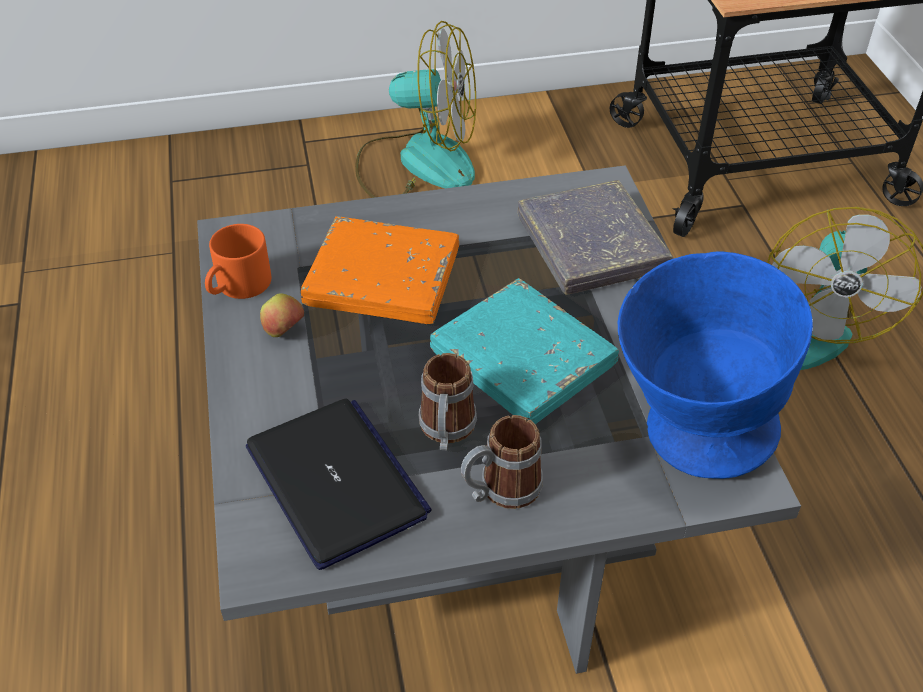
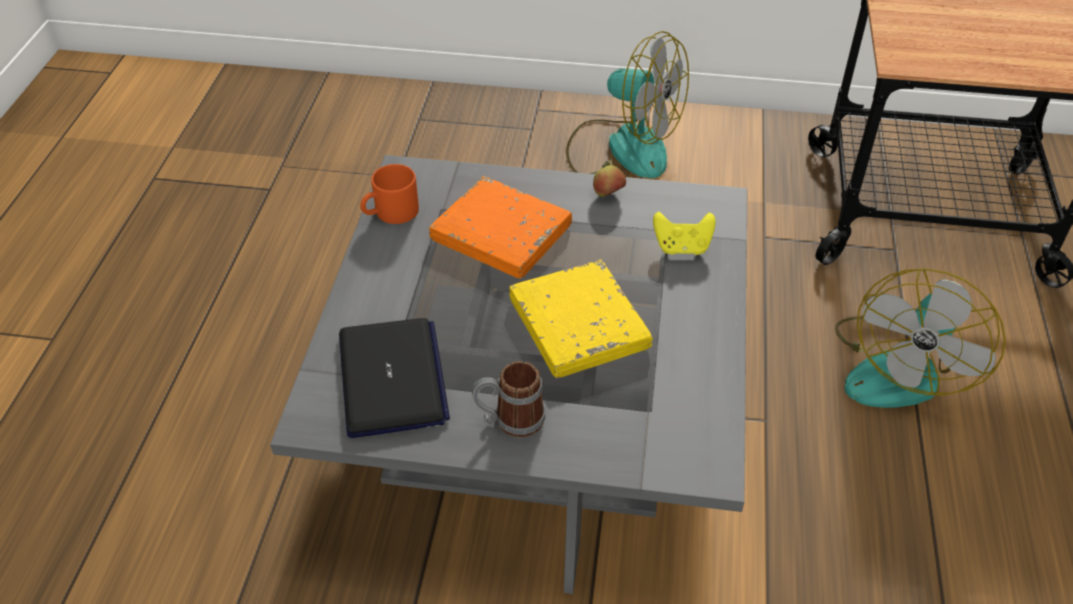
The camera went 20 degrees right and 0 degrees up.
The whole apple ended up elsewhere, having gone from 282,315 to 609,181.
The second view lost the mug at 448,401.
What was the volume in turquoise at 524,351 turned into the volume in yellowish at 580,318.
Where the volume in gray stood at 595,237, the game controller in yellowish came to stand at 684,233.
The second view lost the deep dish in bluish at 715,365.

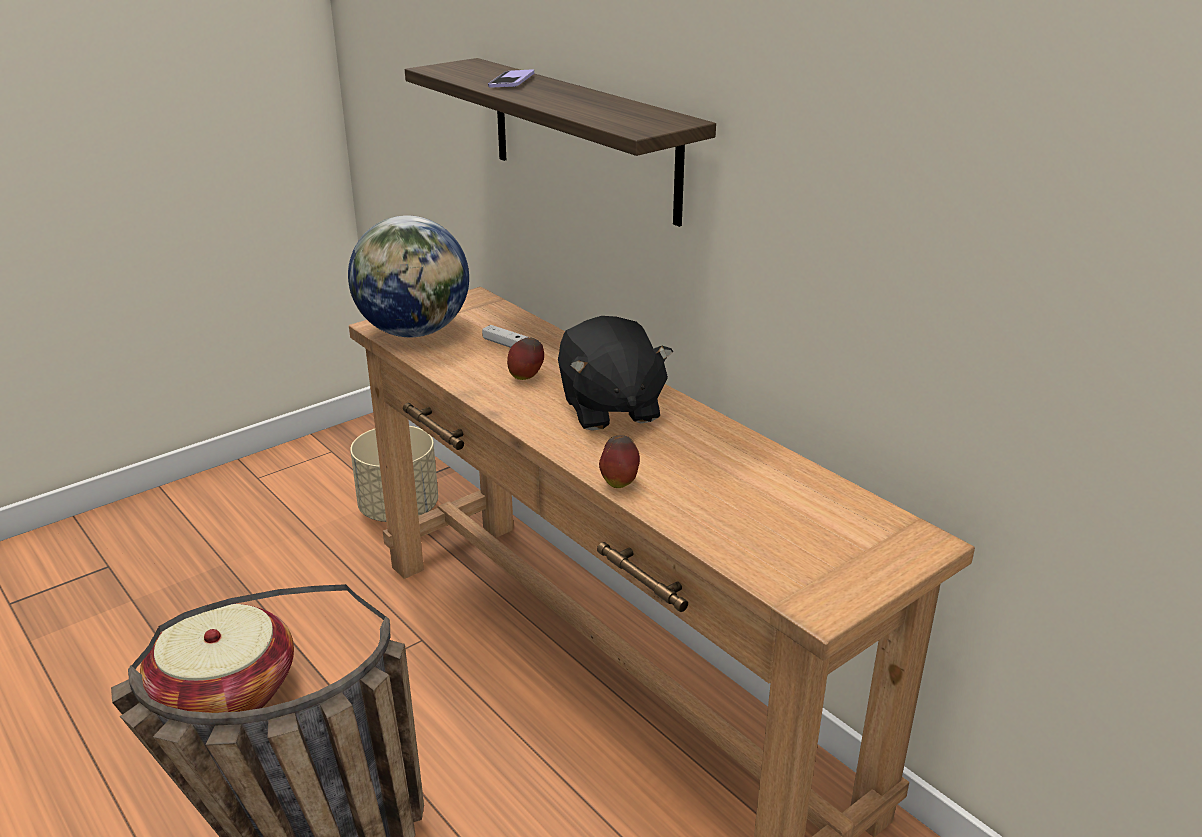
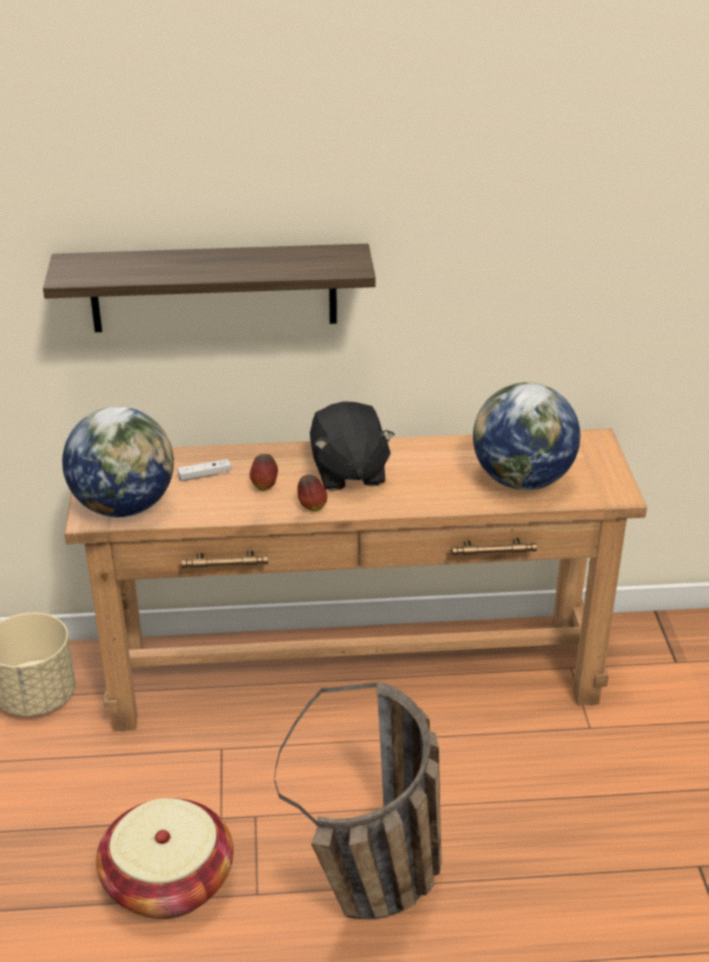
The camera went 55 degrees left and 5 degrees up.
The second view lost the handset at 511,79.
The plush toy in black at 615,373 ended up facing another way, 60 degrees clockwise from before.
The whole apple ended up elsewhere, having gone from 619,461 to 312,493.
The second view gained the desk globe at 526,436.

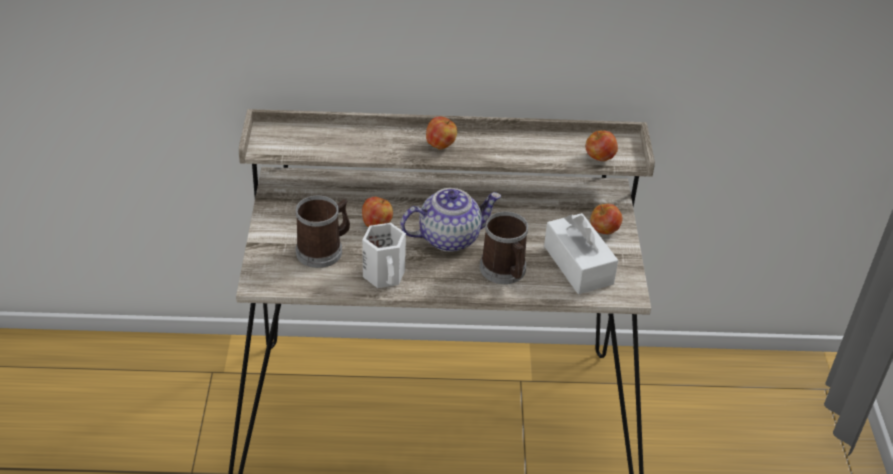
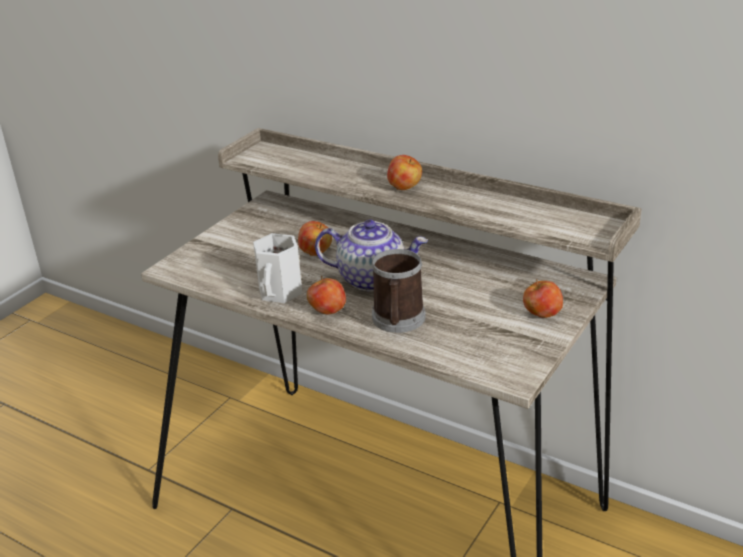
The camera went 35 degrees right and 10 degrees down.
The second view lost the mug at 323,232.
The second view lost the tissue box in white-coloured at 581,253.
The whole apple ended up elsewhere, having gone from 601,145 to 326,295.

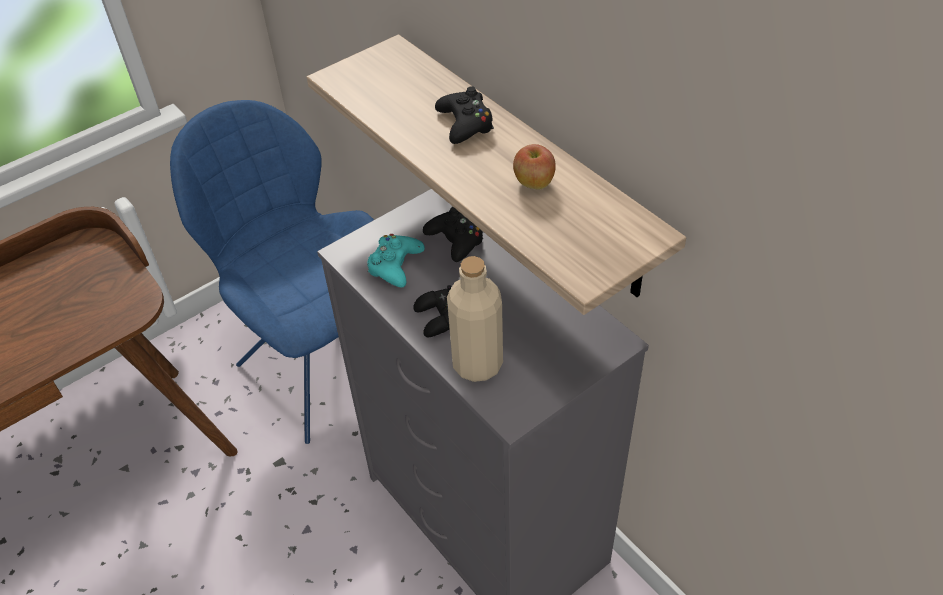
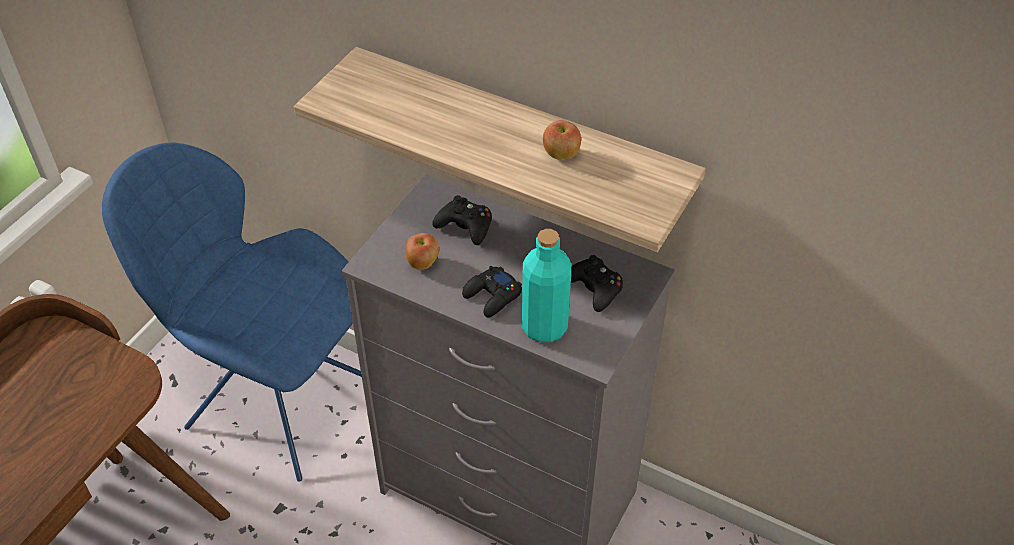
The camera went 25 degrees left and 0 degrees up.
Where the game controller in turquoise stood at 396,260, the whole apple came to stand at 422,251.
The game controller in black ended up elsewhere, having gone from 464,115 to 597,283.
What was the bottle in sand-coloured at 475,319 turned into the bottle in turquoise at 546,285.

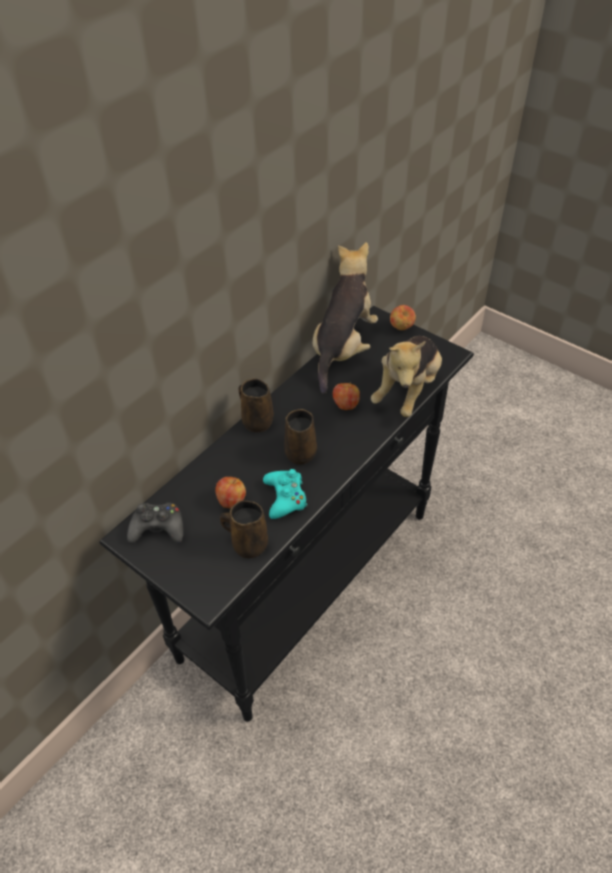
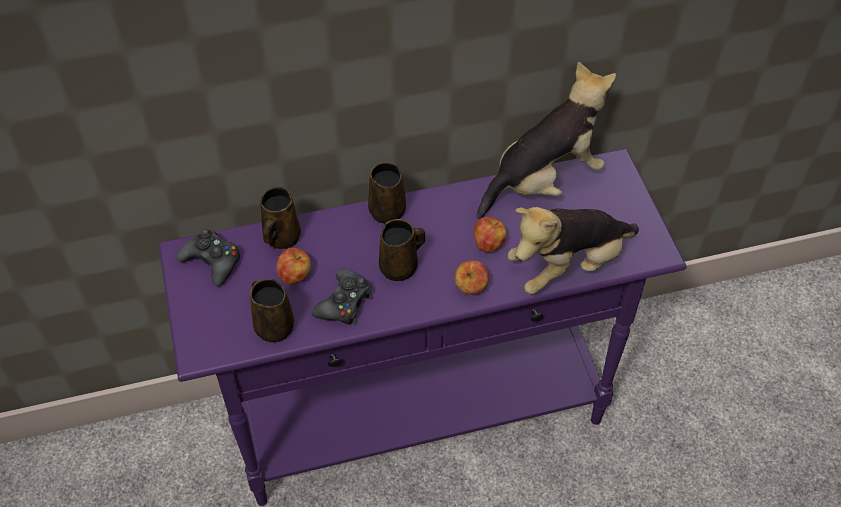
The camera went 35 degrees right and 5 degrees up.
What was the narrow table in black at 286,514 turned into the narrow table in purple-coloured at 423,327.
What was the game controller in turquoise at 285,494 turned into the game controller in black at 342,296.
The whole apple ended up elsewhere, having gone from 403,317 to 471,277.
The second view gained the mug in brown-coloured at 280,218.

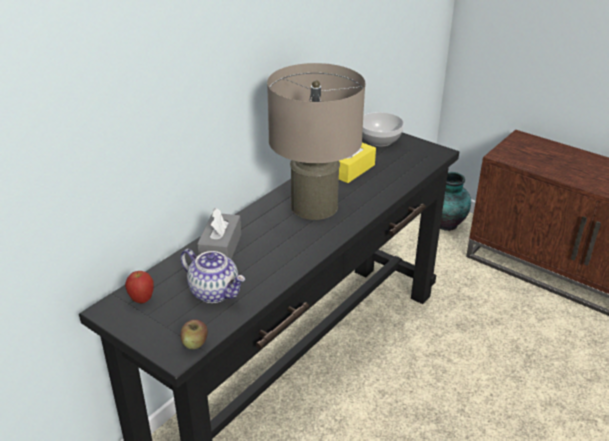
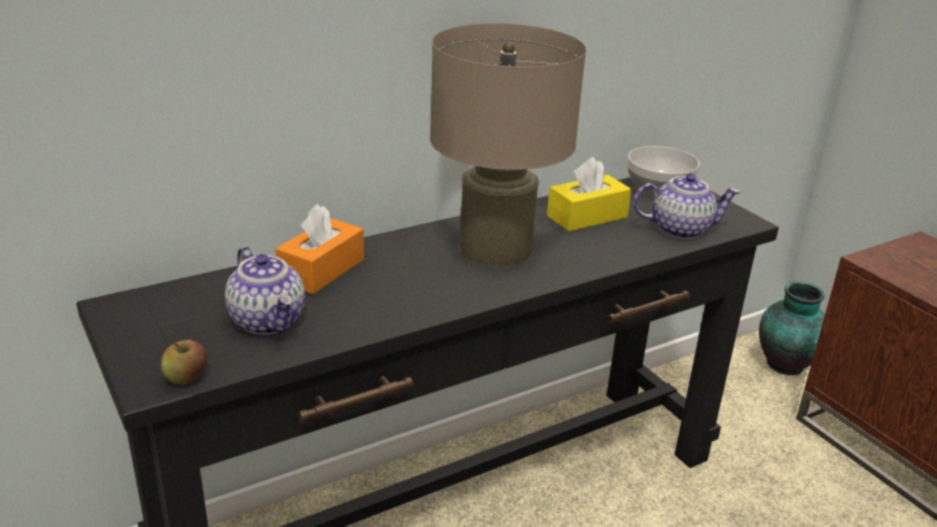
The camera went 20 degrees right and 5 degrees down.
The second view lost the whole apple at 139,287.
What was the tissue box in gray at 219,233 turned into the tissue box in orangey at 319,249.
The second view gained the teapot at 686,206.

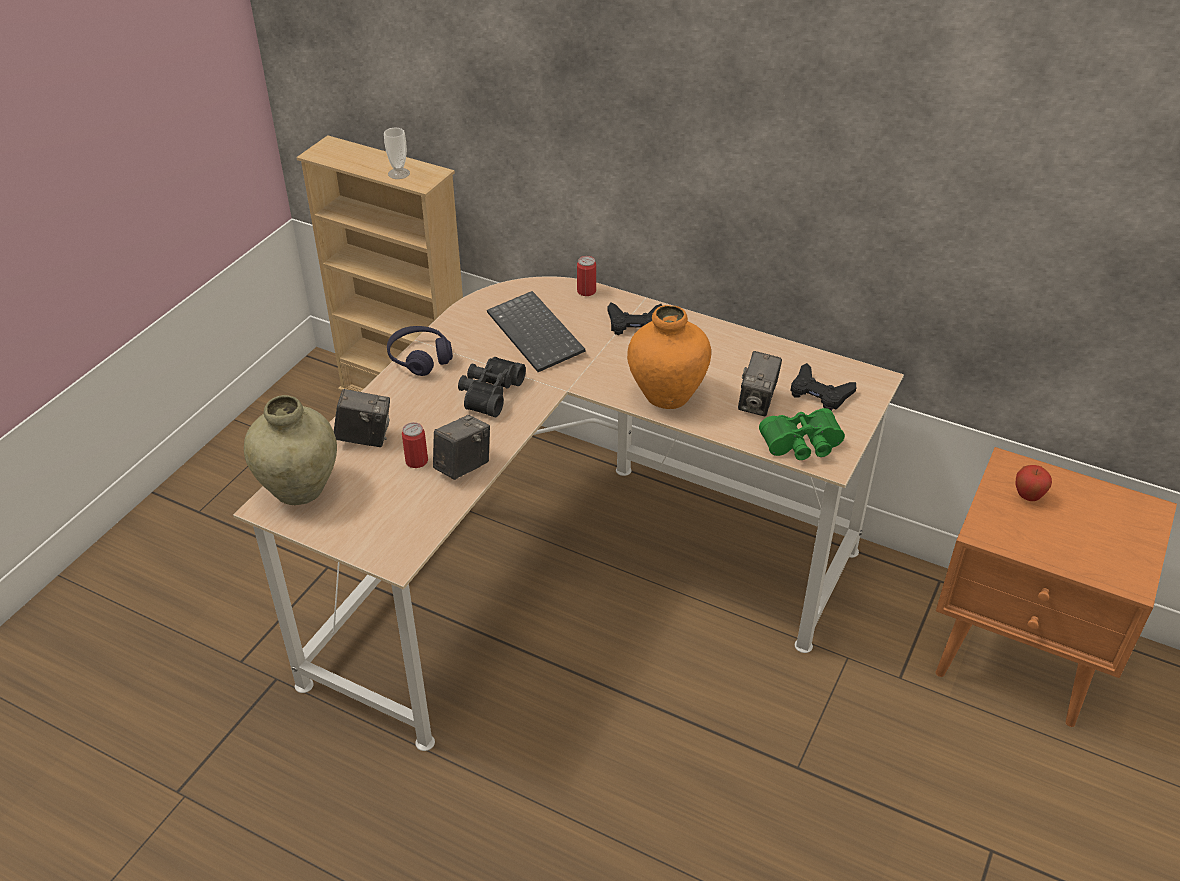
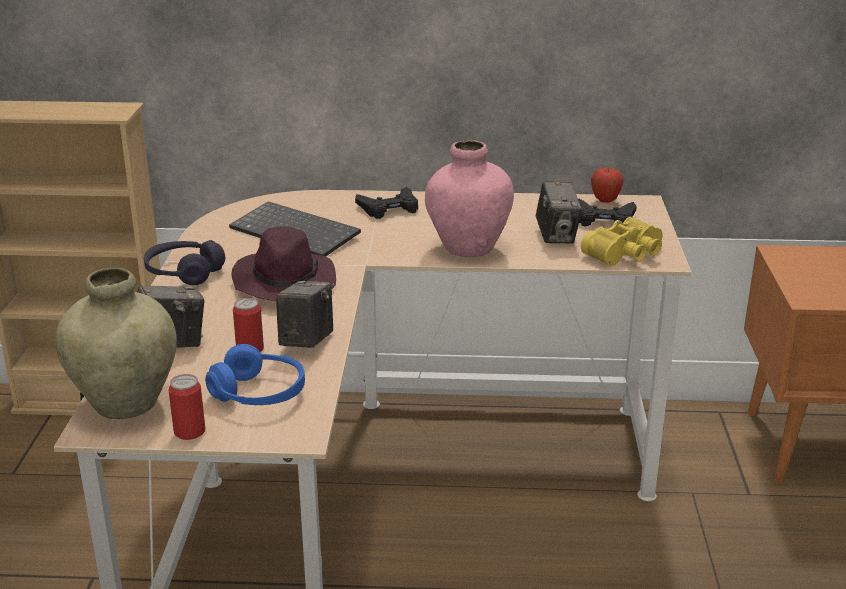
The camera went 25 degrees left and 15 degrees down.
The second view lost the cup at 397,153.
Where the field glasses in black stood at 492,387, the clothing hat in purple-coloured came to stand at 284,263.
The metal can ended up elsewhere, having gone from 586,276 to 187,407.
What was the flower vase in orangey at 669,357 turned into the flower vase in pinkish at 469,198.
What was the field glasses in greenish at 802,434 turned into the field glasses in yellowish at 622,241.
The whole apple ended up elsewhere, having gone from 1033,483 to 607,185.
The second view gained the pair of headphones in bluish at 255,374.

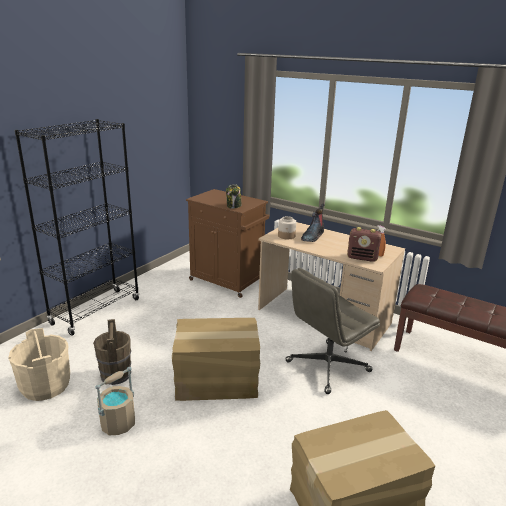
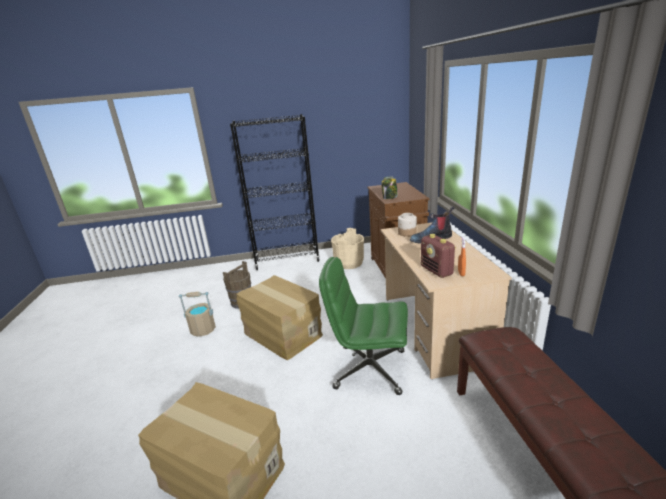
The camera went 50 degrees right and 0 degrees up.
The bucket in sand-coloured ended up elsewhere, having gone from 39,364 to 347,248.
What was the computer chair in gray at 332,331 turned into the computer chair in greenish at 363,326.

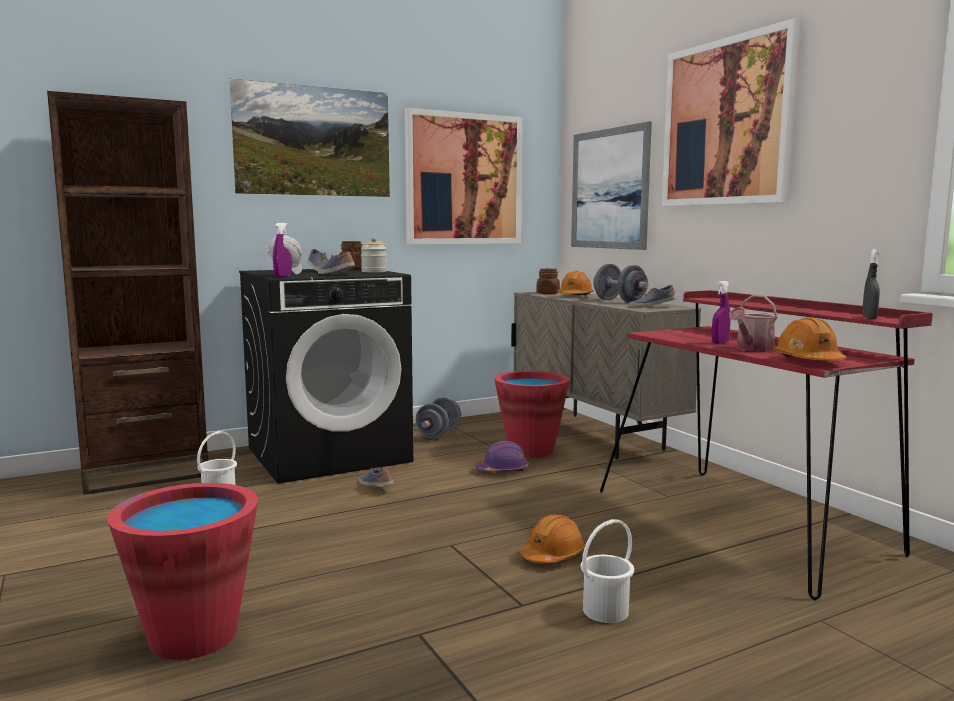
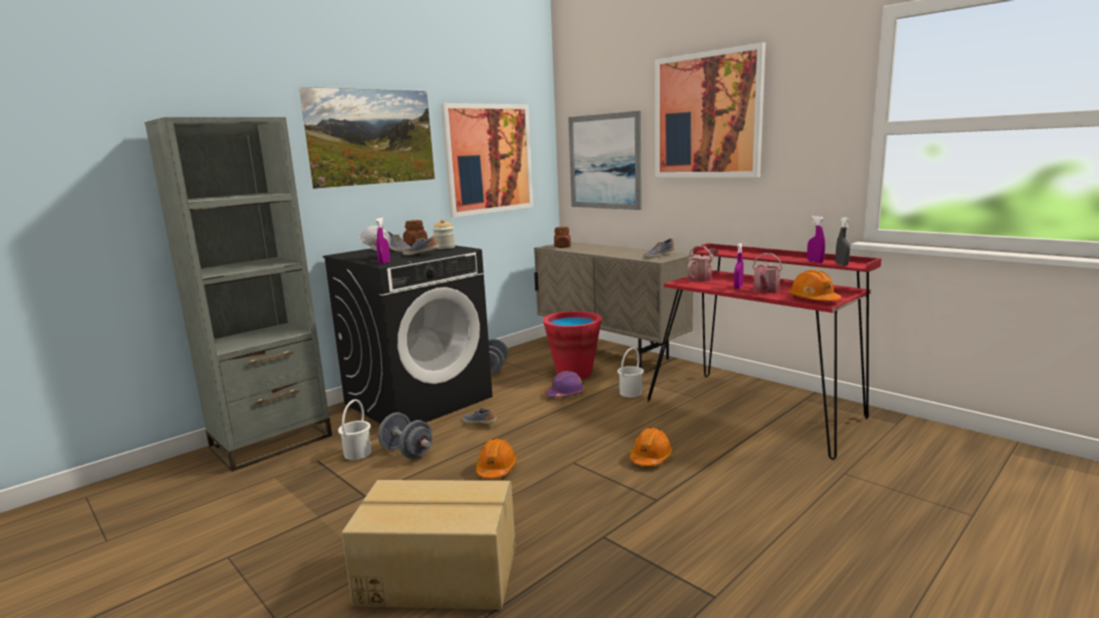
The camera went 15 degrees left and 5 degrees up.
What was the shelving unit in brown-coloured at 127,293 turned into the shelving unit in gray at 238,294.
Where the bucket in reddish stood at 182,571, the packing box came to stand at 429,545.
The safety helmet in orangey ended up elsewhere, having gone from 576,283 to 496,458.
The bucket in white-coloured ended up elsewhere, having gone from 607,571 to 630,372.
The dumbbell in gray ended up elsewhere, having gone from 620,283 to 405,435.
The second view gained the watering pot at 703,263.
The second view gained the sprayer in purple-coloured at 816,239.

